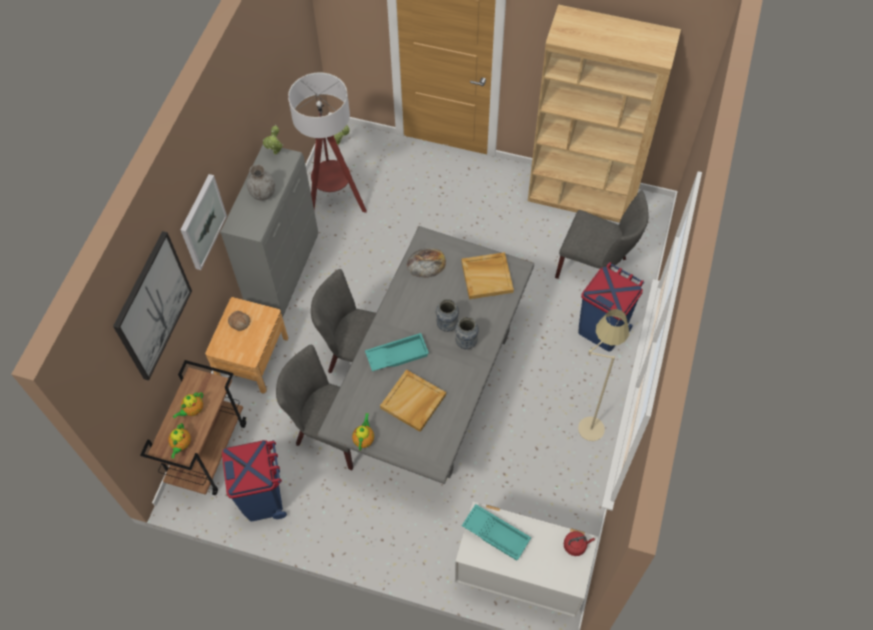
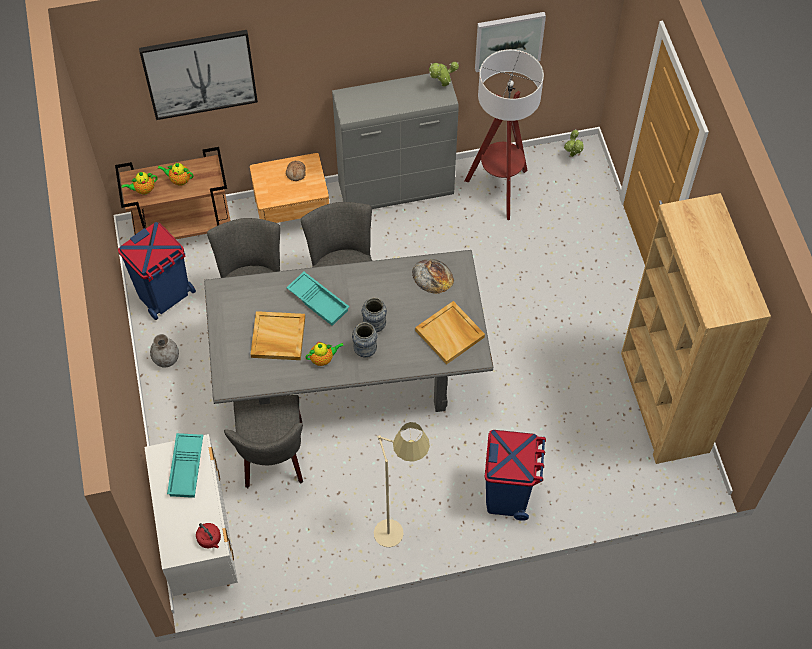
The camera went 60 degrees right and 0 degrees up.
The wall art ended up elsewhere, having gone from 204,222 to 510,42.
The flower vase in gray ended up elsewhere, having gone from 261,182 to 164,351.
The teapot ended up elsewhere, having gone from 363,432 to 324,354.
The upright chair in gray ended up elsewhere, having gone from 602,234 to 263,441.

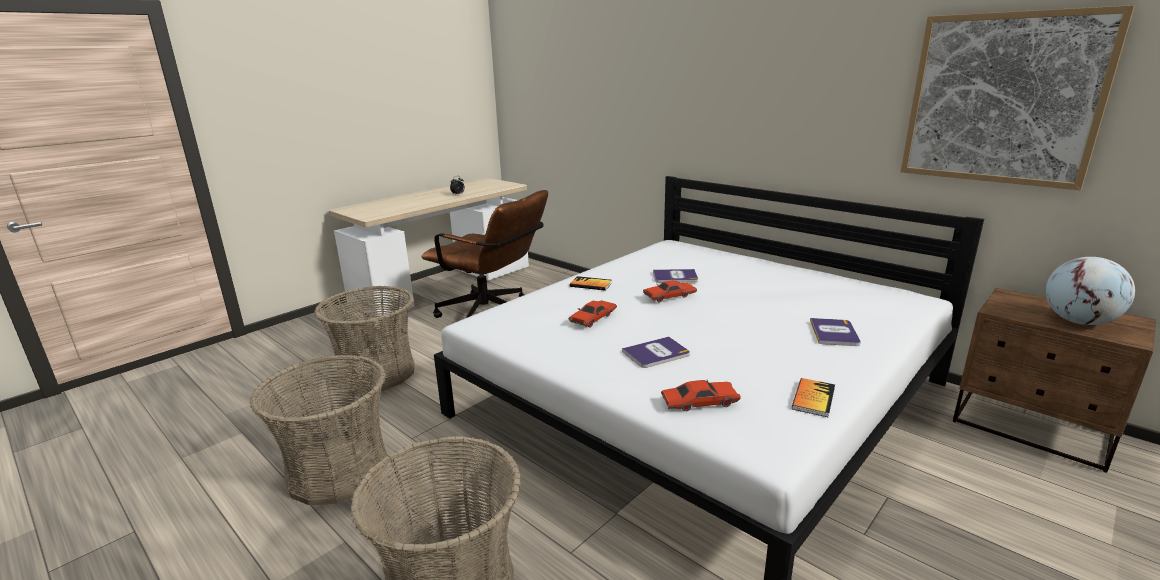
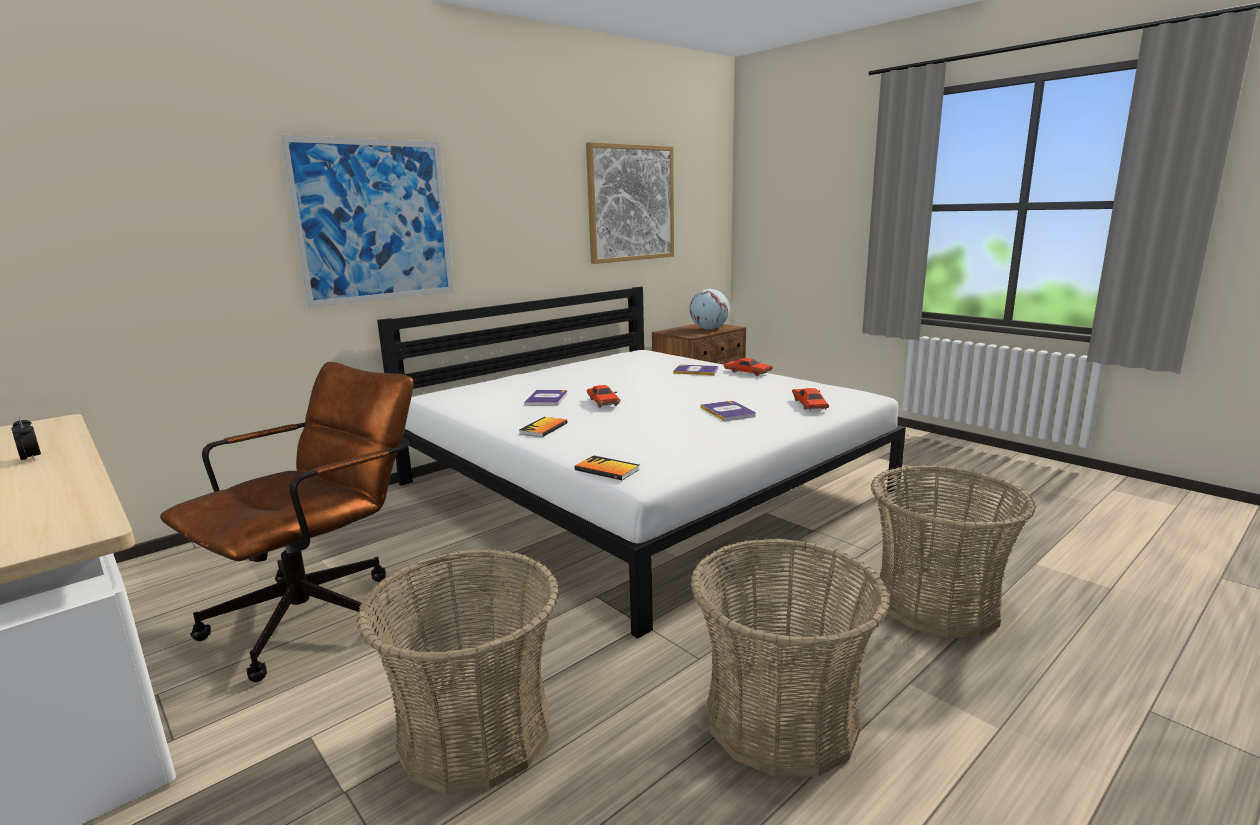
The camera went 85 degrees left and 5 degrees down.
The miniature car in reddish ended up elsewhere, having gone from 593,314 to 748,367.
The volume ended up elsewhere, having gone from 813,397 to 607,467.
The second view gained the wall art at 366,221.

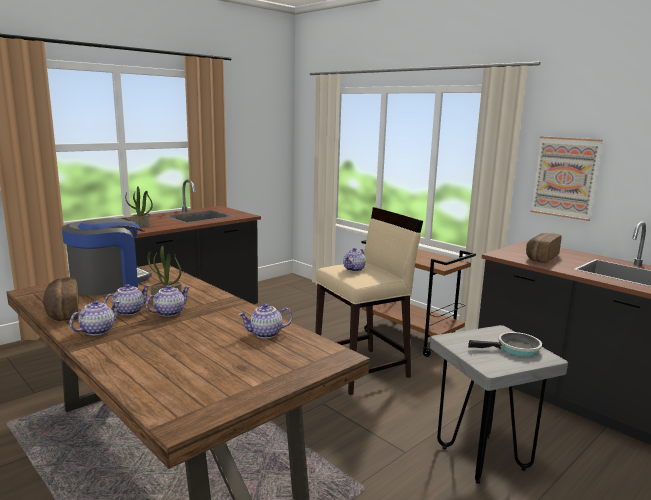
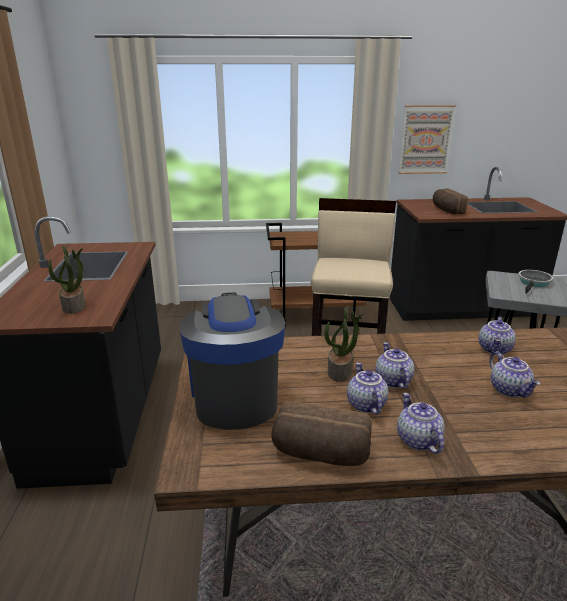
The camera went 50 degrees left and 10 degrees up.
The teapot ended up elsewhere, having gone from 354,260 to 514,374.

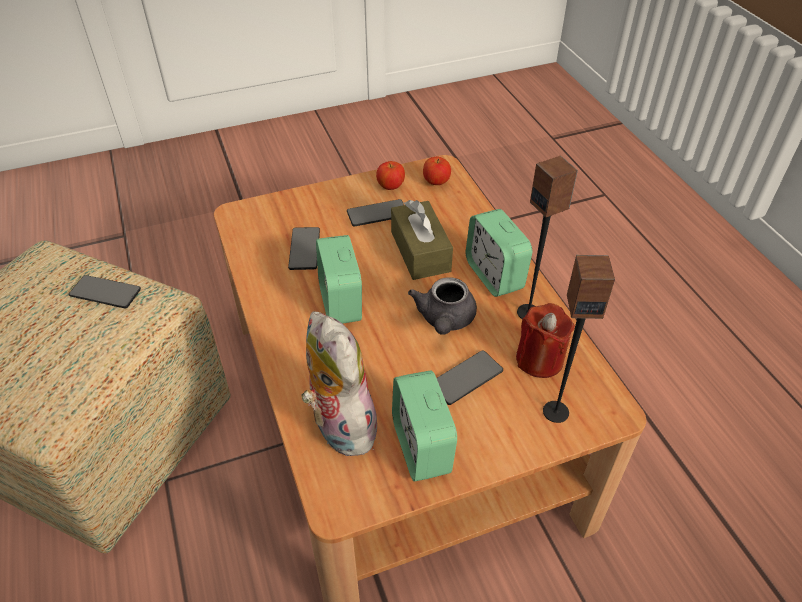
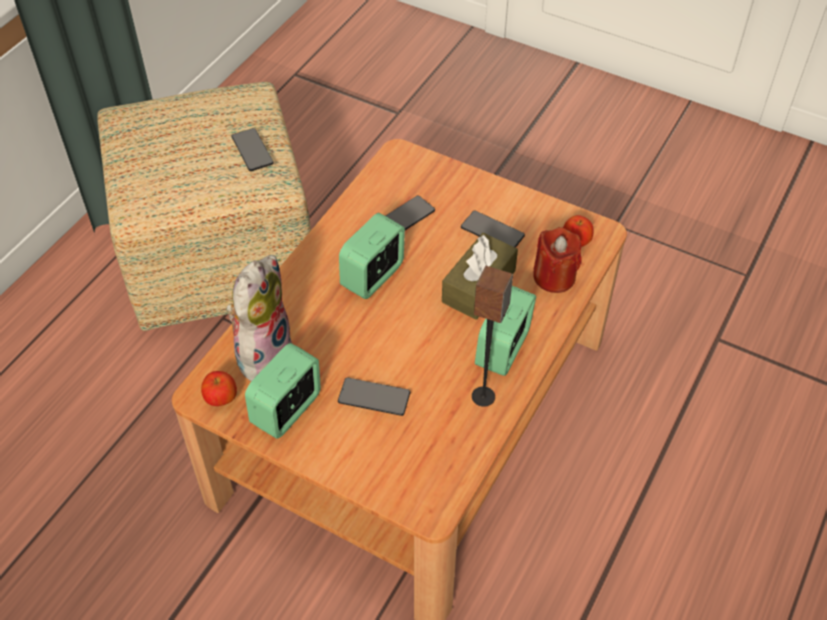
The camera went 50 degrees right and 5 degrees up.
The whole apple ended up elsewhere, having gone from 390,175 to 219,388.
The second view lost the teapot in gray at 442,306.
The wax candle in reddish ended up elsewhere, having gone from 545,340 to 557,260.
The second view lost the audio speaker at 579,339.

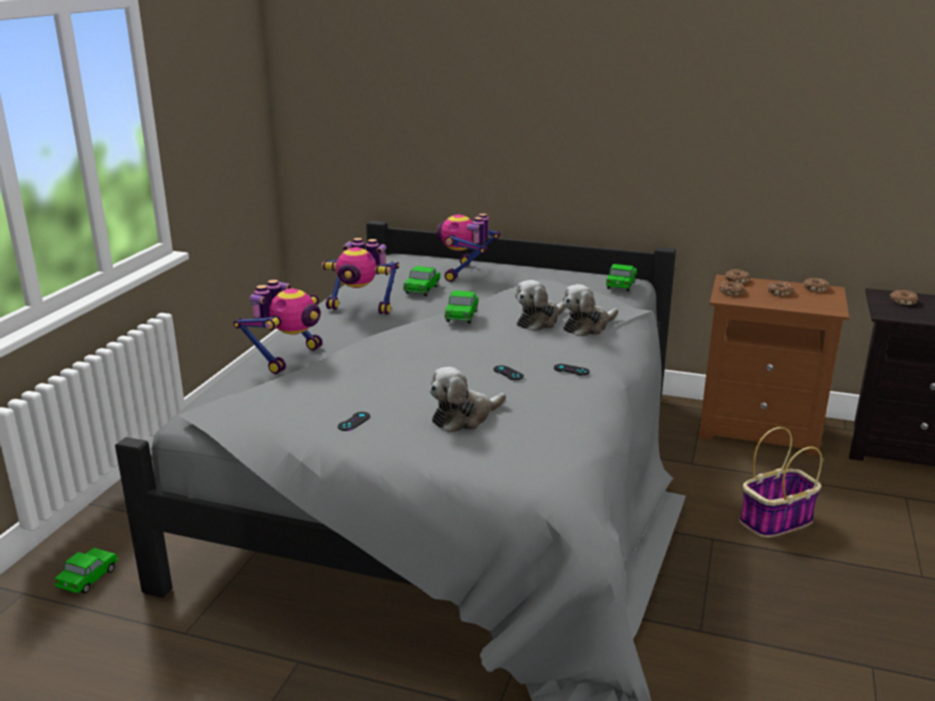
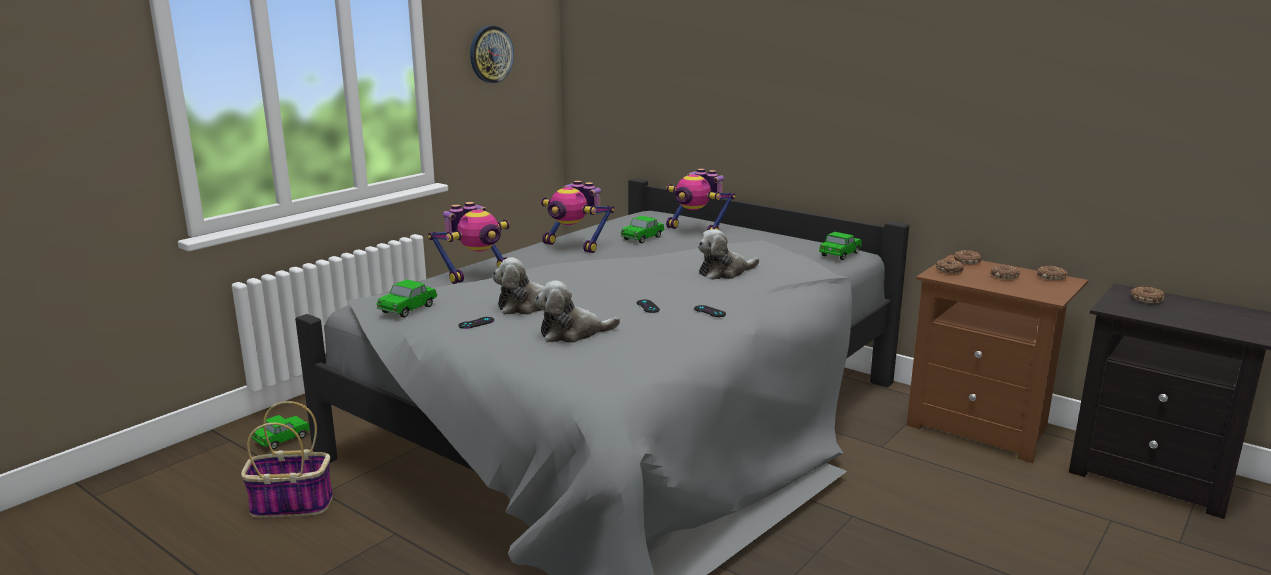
The camera went 20 degrees right and 5 degrees down.
The model robot at 468,247 ended up facing another way, 90 degrees counterclockwise from before.
The miniature car ended up elsewhere, having gone from 462,306 to 407,298.
The plush toy ended up elsewhere, having gone from 590,310 to 532,286.
The basket ended up elsewhere, having gone from 781,482 to 287,459.
The second view gained the wall clock at 492,54.

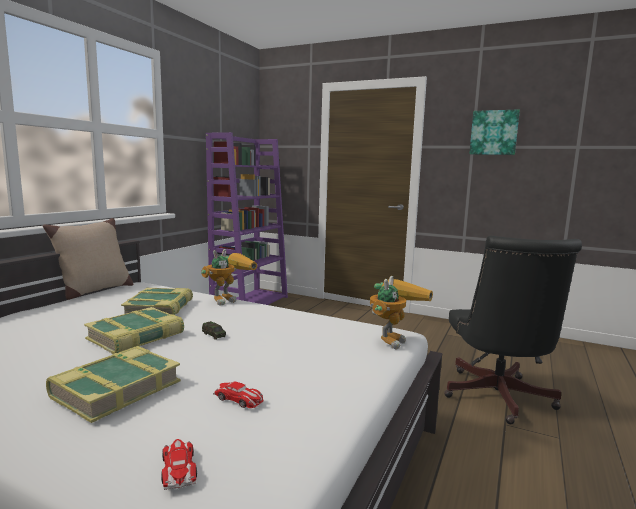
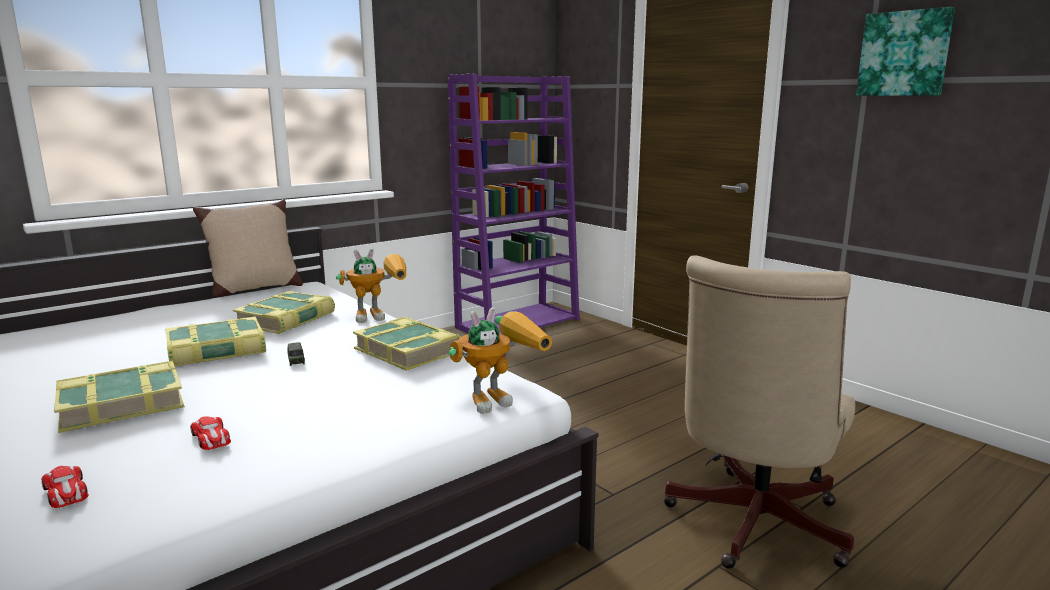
The camera went 25 degrees right and 5 degrees up.
The miniature car at 179,464 ended up facing another way, 135 degrees clockwise from before.
What was the computer chair in black at 513,330 turned into the computer chair in sand-coloured at 759,412.
The second view gained the volume at 407,344.

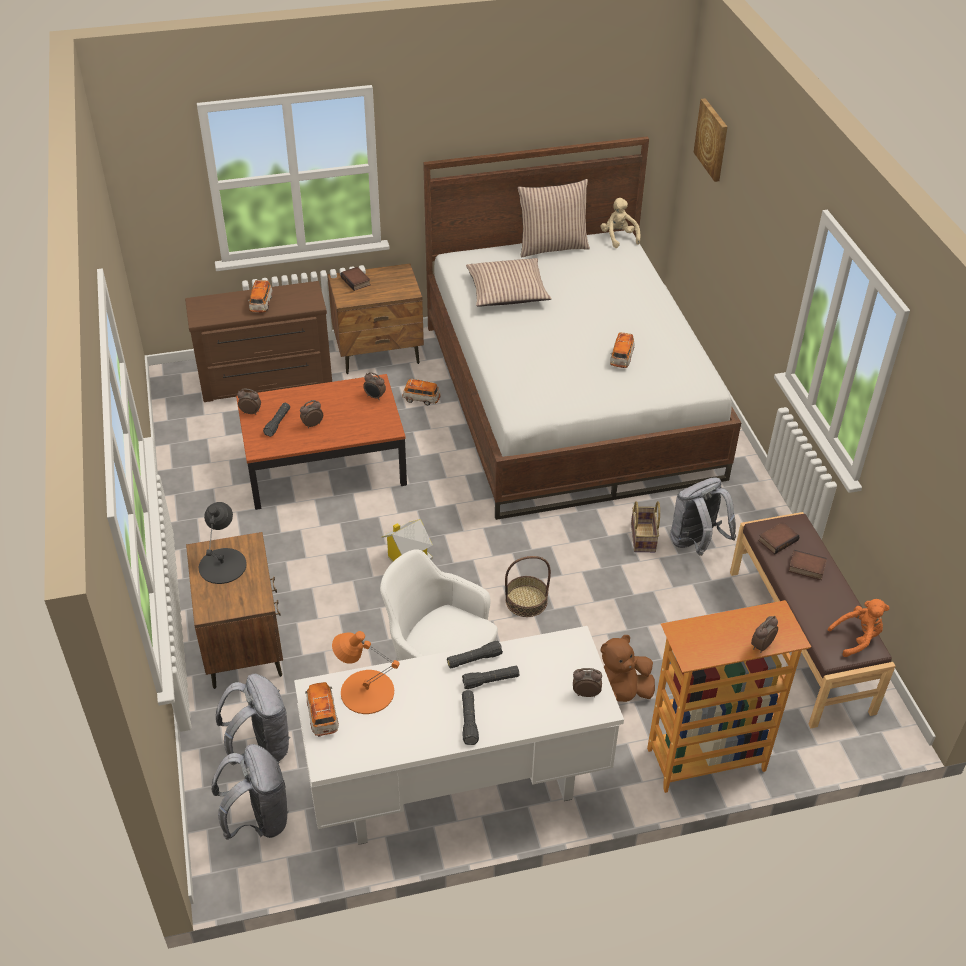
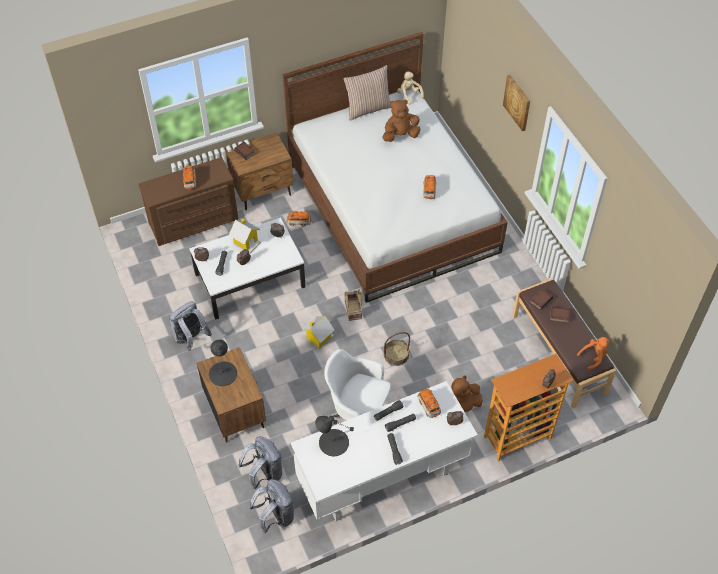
The camera went 10 degrees left and 10 degrees up.
What was the lounge table in brown-coloured at 321,442 turned into the lounge table in white-coloured at 247,269.
The miniature car ended up elsewhere, having gone from 322,709 to 429,403.
What was the lamp for a table in orangey at 366,672 turned into the lamp for a table in black at 334,436.
The second view lost the pillow at 509,282.
The basket ended up elsewhere, having gone from 645,526 to 353,305.
The knapsack in gray ended up elsewhere, having gone from 703,516 to 190,326.
The wall art ended up elsewhere, having gone from 711,140 to 516,103.
The second view gained the miniature house at 245,235.
The second view gained the plush toy in brown-coloured at 401,120.

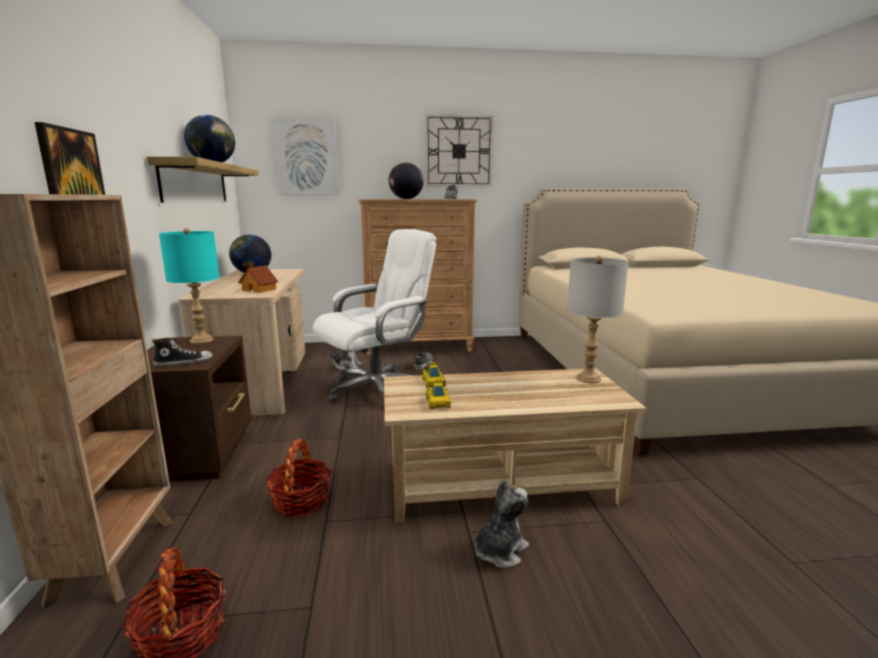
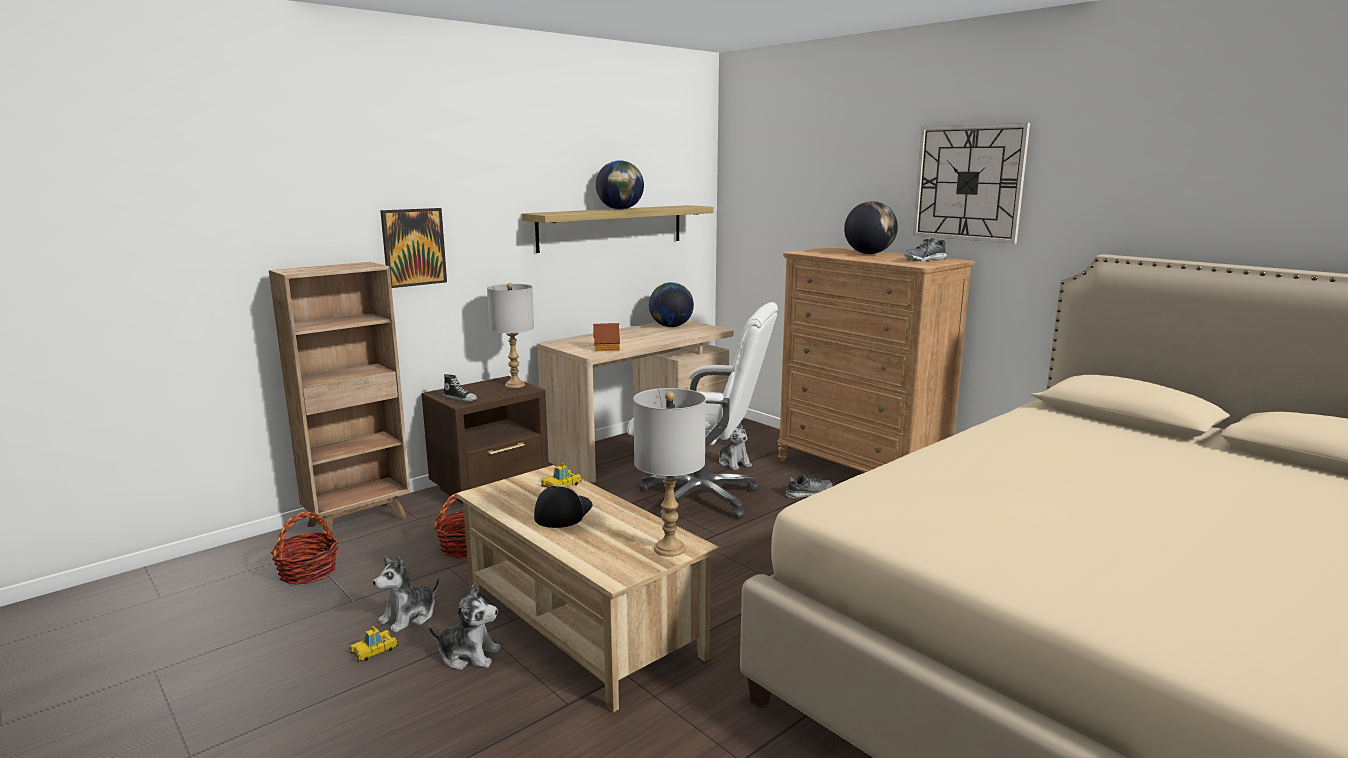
The camera went 55 degrees right and 0 degrees up.
What was the lamp for a table in turquoise at 189,286 turned into the lamp for a table in gray at 510,335.
The second view lost the wall art at 306,156.
The miniature car ended up elsewhere, having gone from 438,394 to 373,643.
The second view gained the plush toy at 406,594.
The second view gained the baseball cap at 563,506.

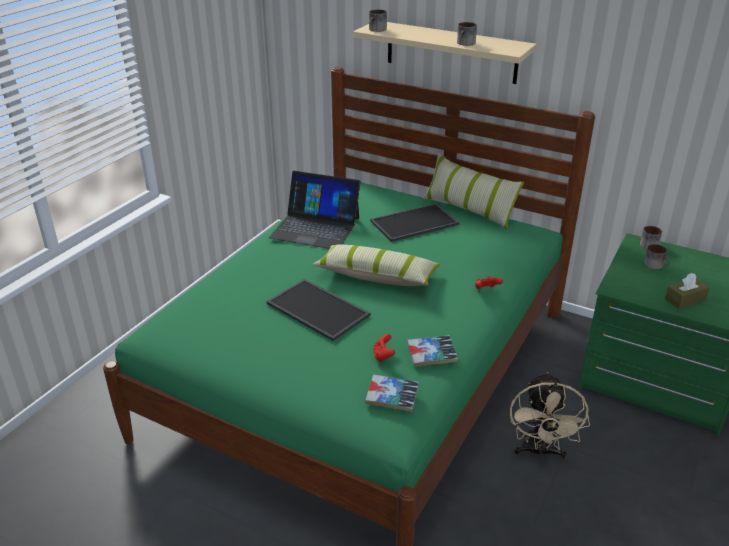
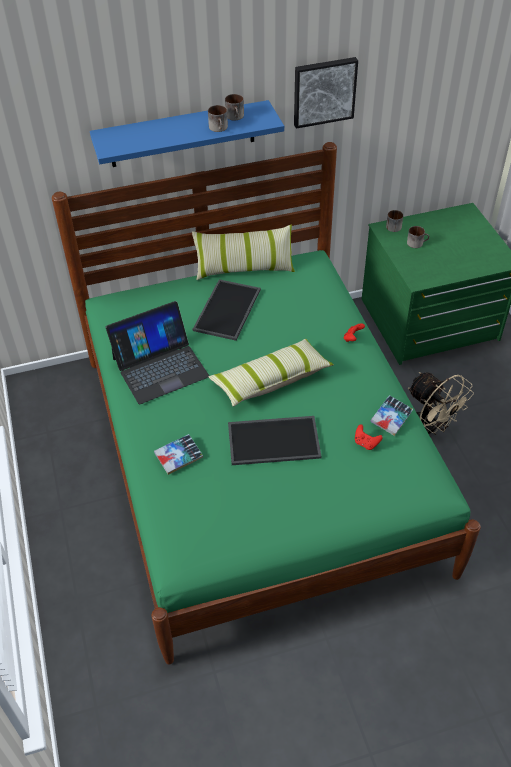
The camera went 45 degrees left and 15 degrees up.
What was the shelf in sand-coloured at 445,53 turned into the shelf in bluish at 187,133.
The volume ended up elsewhere, having gone from 392,393 to 178,454.
The mug ended up elsewhere, having gone from 378,20 to 234,107.
The second view lost the tissue box in brown-coloured at 687,291.
The second view gained the wall art at 326,93.

